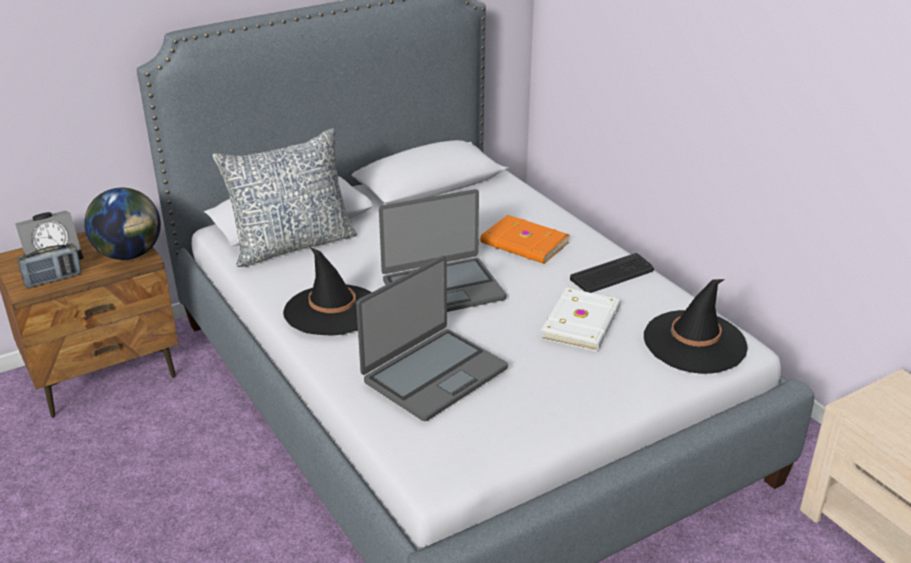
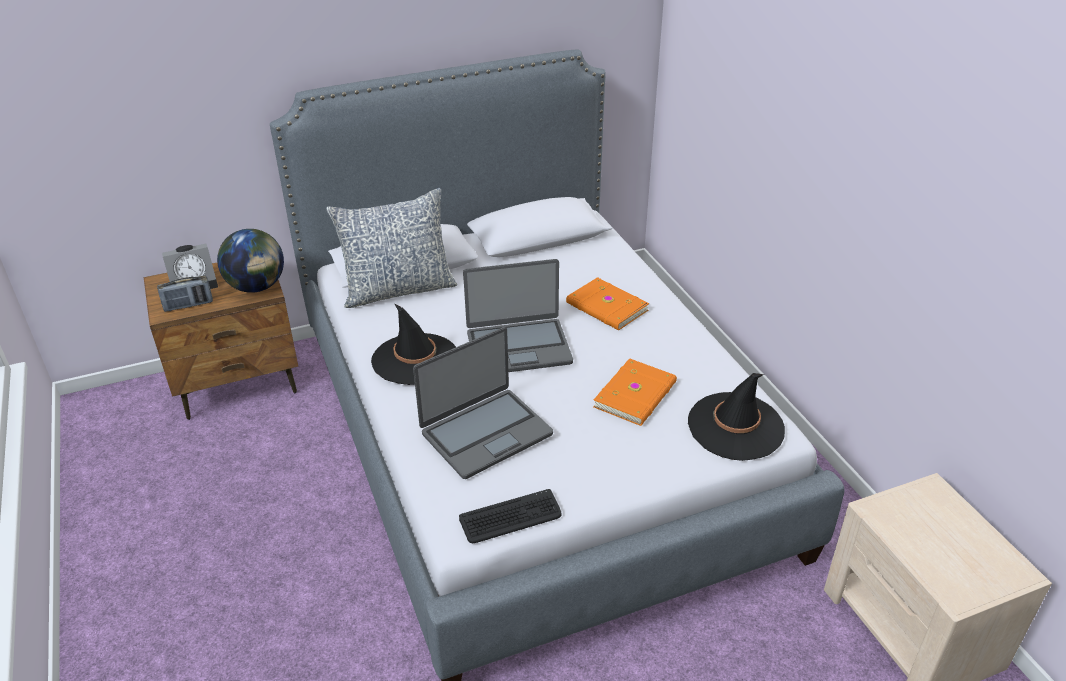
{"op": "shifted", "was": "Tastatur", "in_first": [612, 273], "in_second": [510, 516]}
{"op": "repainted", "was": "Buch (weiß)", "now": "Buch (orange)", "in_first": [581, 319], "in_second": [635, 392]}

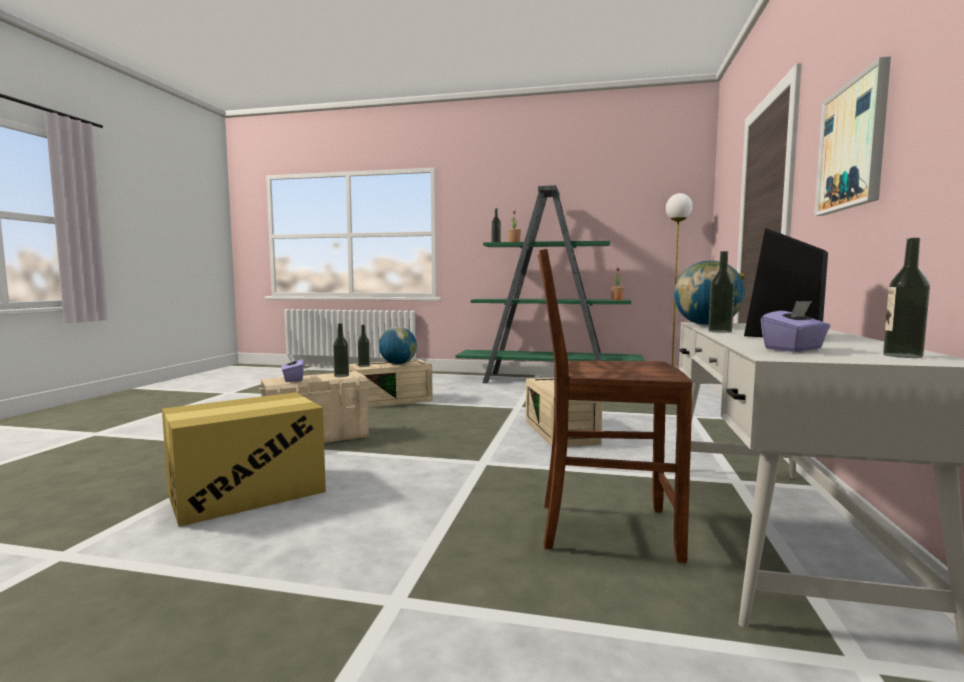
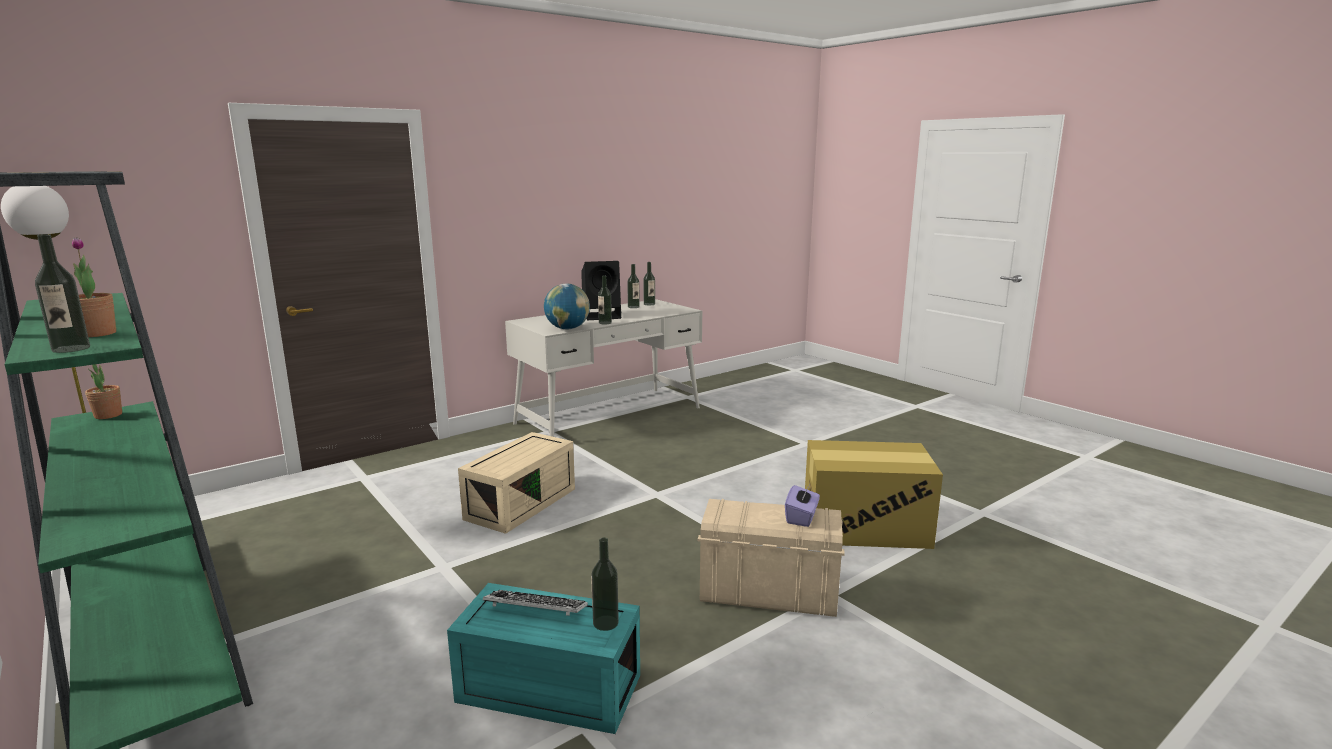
{"op": "gone", "was": "Stuhl (braun)", "in_first": [615, 406]}
{"op": "gone", "was": "Taschentuchbox (lila)", "in_first": [795, 326]}
{"op": "gone", "was": "Bild", "in_first": [852, 136]}
{"op": "shifted", "was": "Flasche", "in_first": [341, 350], "in_second": [633, 286]}
{"op": "swapped", "was": "Globus", "now": "Tastatur", "in_first": [398, 345], "in_second": [535, 603]}
{"op": "repainted", "was": "Aufbewahrungsbox (beige)", "now": "Aufbewahrungsbox (türkis)", "in_first": [391, 383], "in_second": [543, 658]}

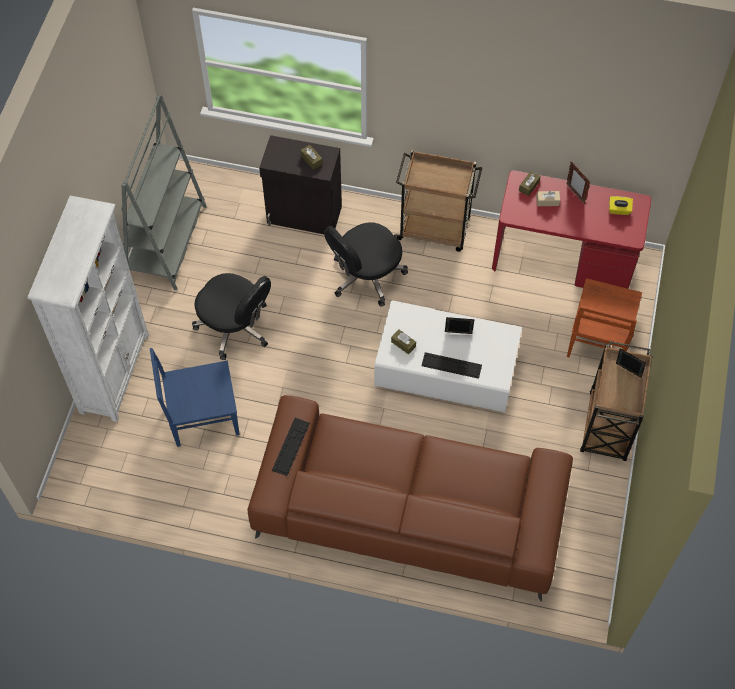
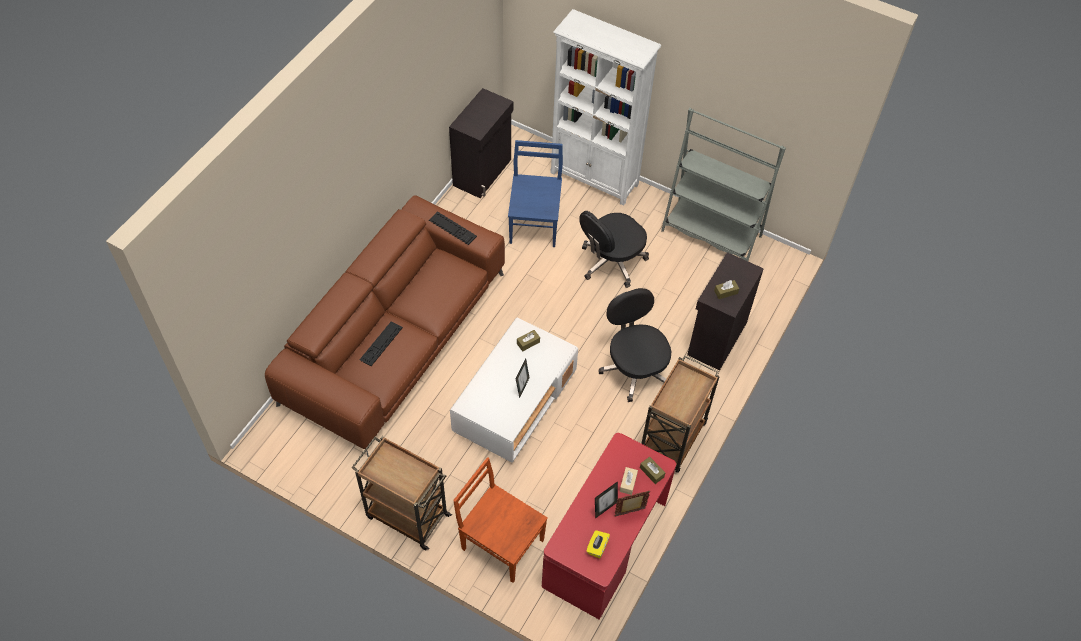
{"op": "new", "now": "Schrank (schwarz)", "in_second": [481, 143]}
{"op": "shifted", "was": "Tastatur", "in_first": [452, 365], "in_second": [381, 344]}
{"op": "shifted", "was": "Bilderrahmen", "in_first": [631, 363], "in_second": [606, 500]}

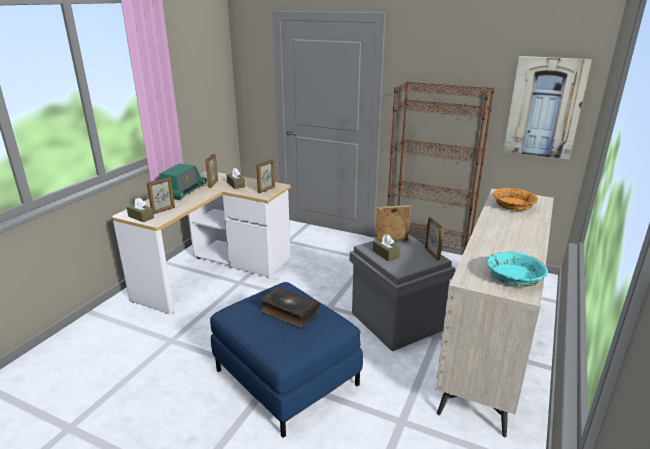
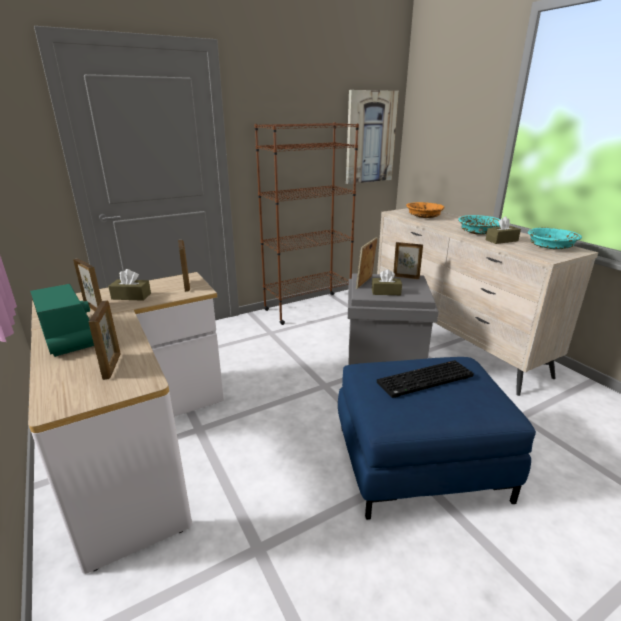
{"op": "new", "now": "Schüssel (türkis)", "in_second": [479, 225]}
{"op": "shifted", "was": "Taschentuchbox (braun)", "in_first": [140, 210], "in_second": [503, 230]}
{"op": "swapped", "was": "Buch", "now": "Tastatur", "in_first": [290, 307], "in_second": [425, 379]}

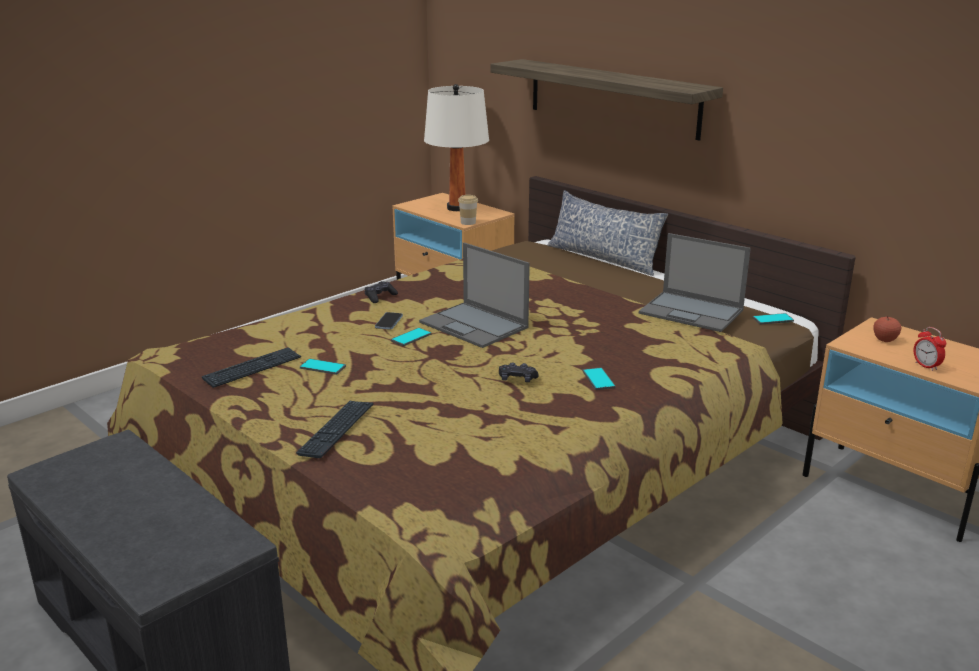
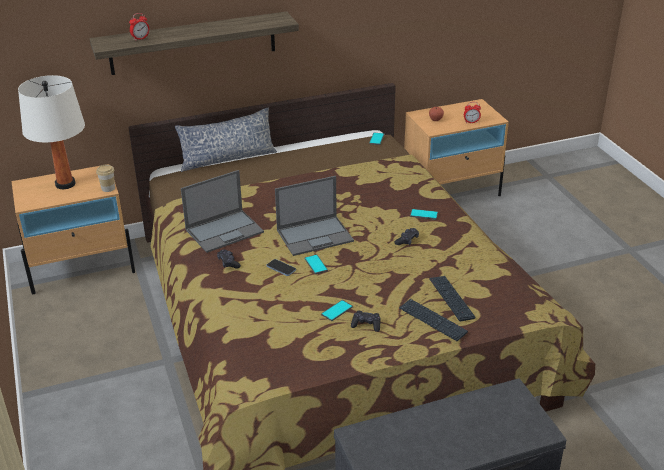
{"op": "new", "now": "Wecker", "in_second": [139, 27]}
{"op": "new", "now": "Gamepad (schwarz)", "in_second": [366, 321]}
{"op": "shifted", "was": "Tastatur", "in_first": [251, 367], "in_second": [452, 298]}
{"op": "shifted", "was": "Laptop", "in_first": [695, 282], "in_second": [222, 211]}

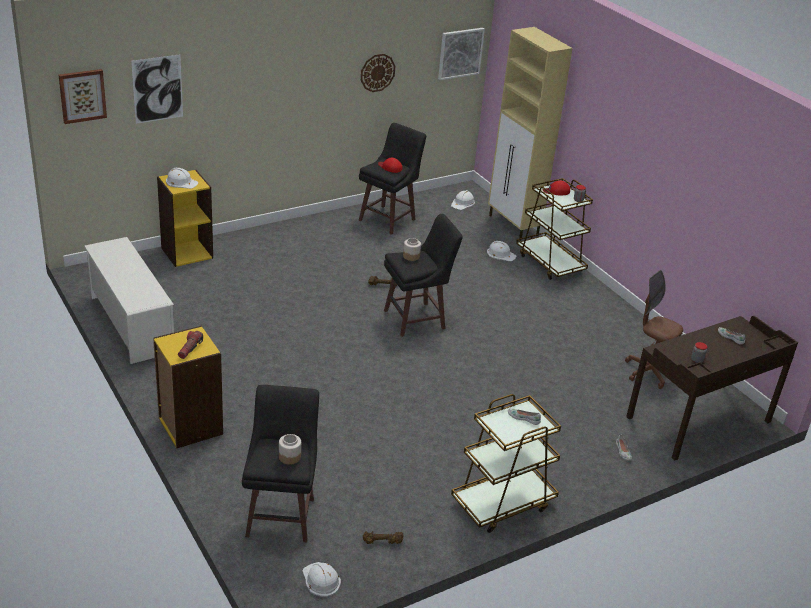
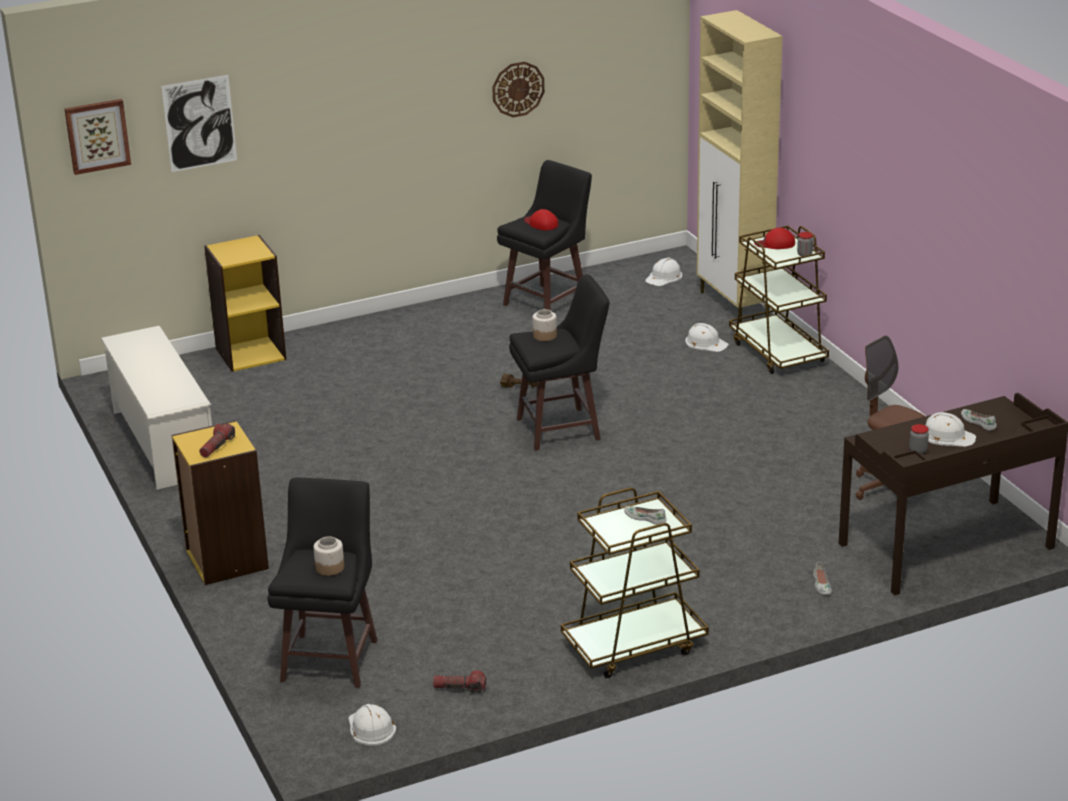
{"op": "gone", "was": "Bild", "in_first": [461, 54]}
{"op": "shifted", "was": "Schutzhelm (weiß)", "in_first": [182, 178], "in_second": [950, 429]}
{"op": "swapped", "was": "Hantel (braun)", "now": "Taschenlampe", "in_first": [383, 537], "in_second": [459, 681]}

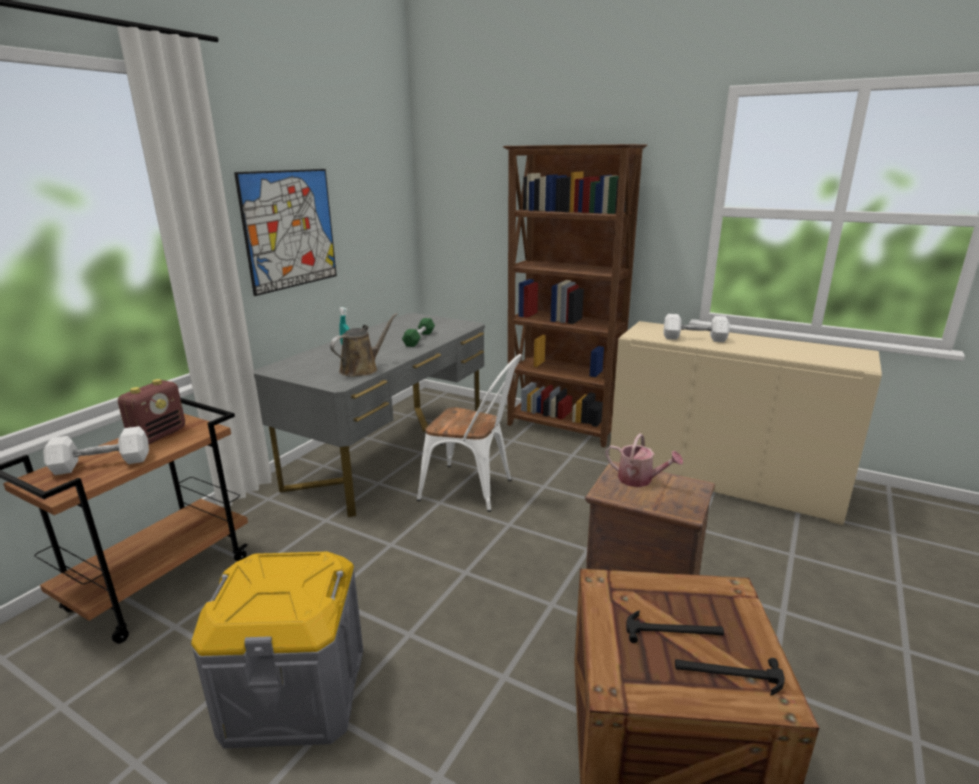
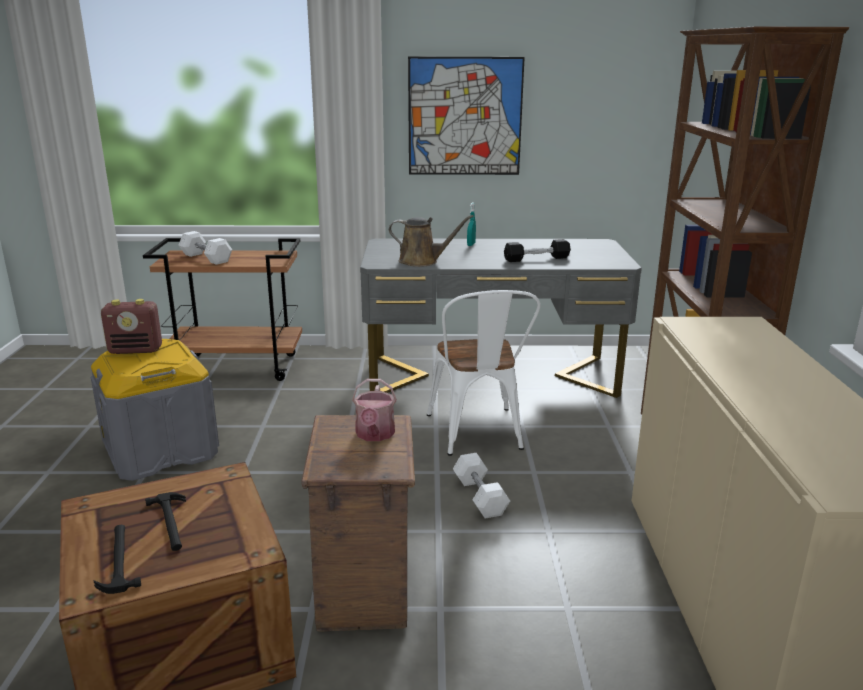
{"op": "shifted", "was": "Radio", "in_first": [151, 411], "in_second": [131, 326]}
{"op": "shifted", "was": "Hantel (weiß)", "in_first": [697, 328], "in_second": [481, 486]}
{"op": "repainted", "was": "Hantel (grün)", "now": "Hantel (schwarz)", "in_first": [418, 332], "in_second": [537, 250]}

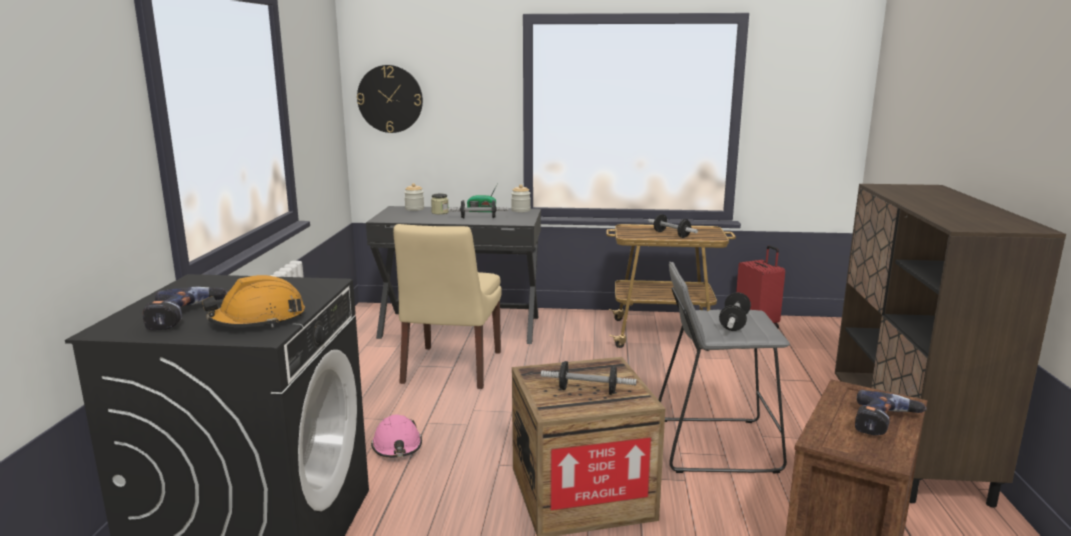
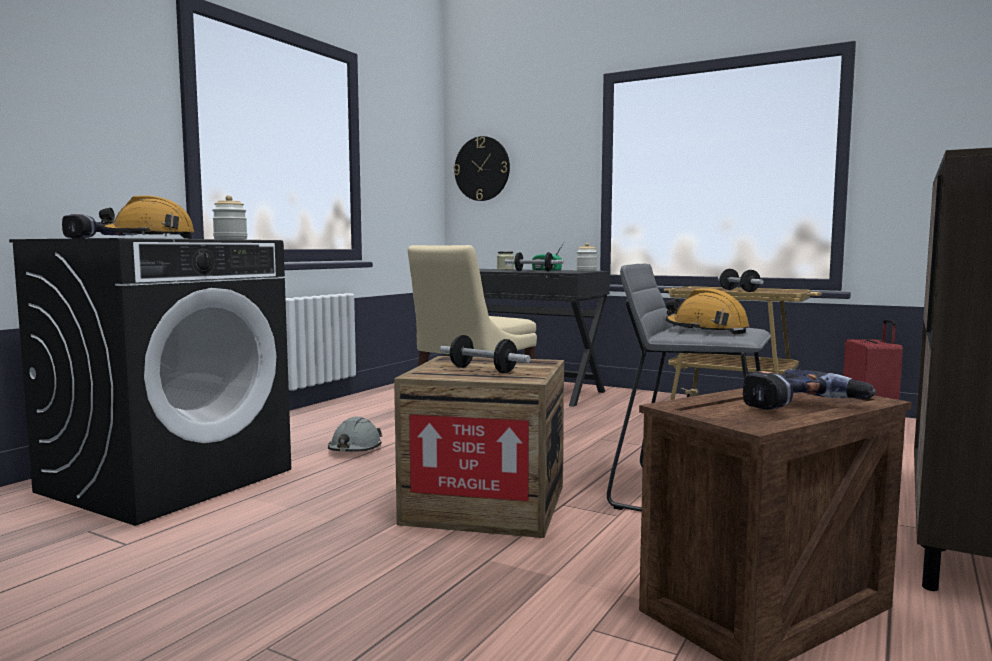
{"op": "shifted", "was": "Vorratsglas", "in_first": [414, 197], "in_second": [229, 217]}
{"op": "swapped", "was": "Hantel", "now": "Schutzhelm (orange)", "in_first": [735, 311], "in_second": [707, 311]}
{"op": "repainted", "was": "Schutzhelm (rosa)", "now": "Schutzhelm (grau)", "in_first": [396, 436], "in_second": [355, 434]}

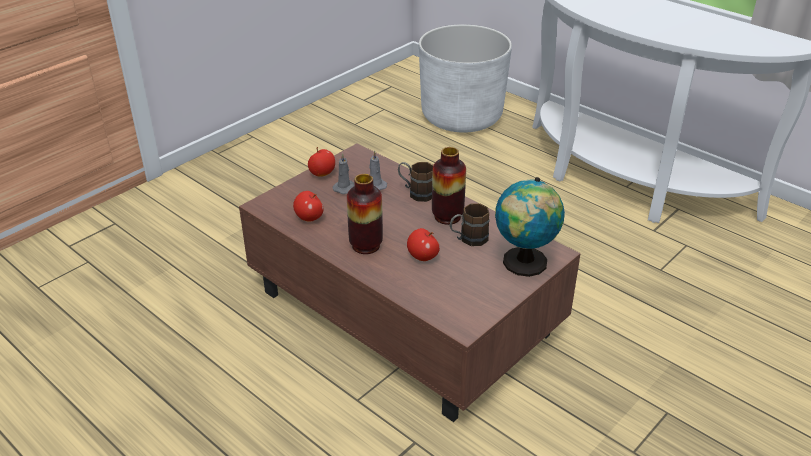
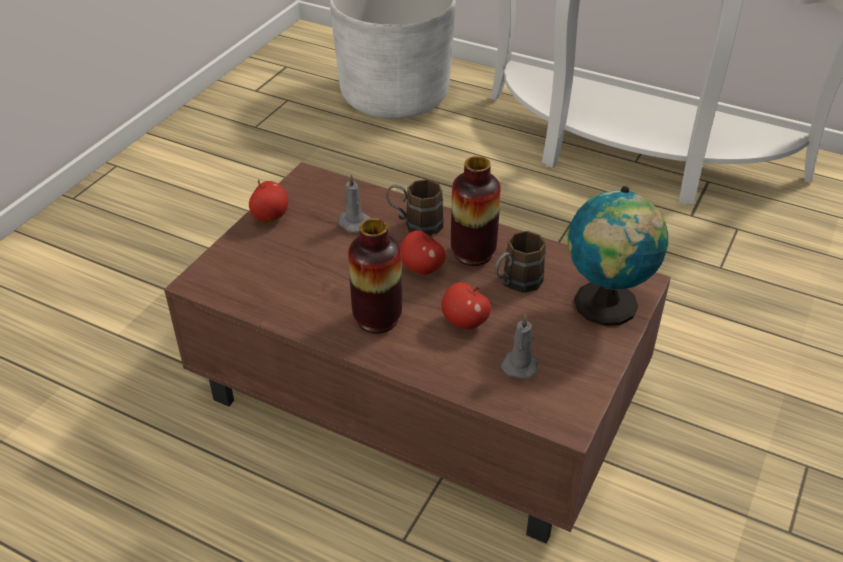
{"op": "shifted", "was": "Apfel", "in_first": [308, 206], "in_second": [423, 252]}
{"op": "shifted", "was": "Kerze (grau)", "in_first": [343, 173], "in_second": [519, 346]}

